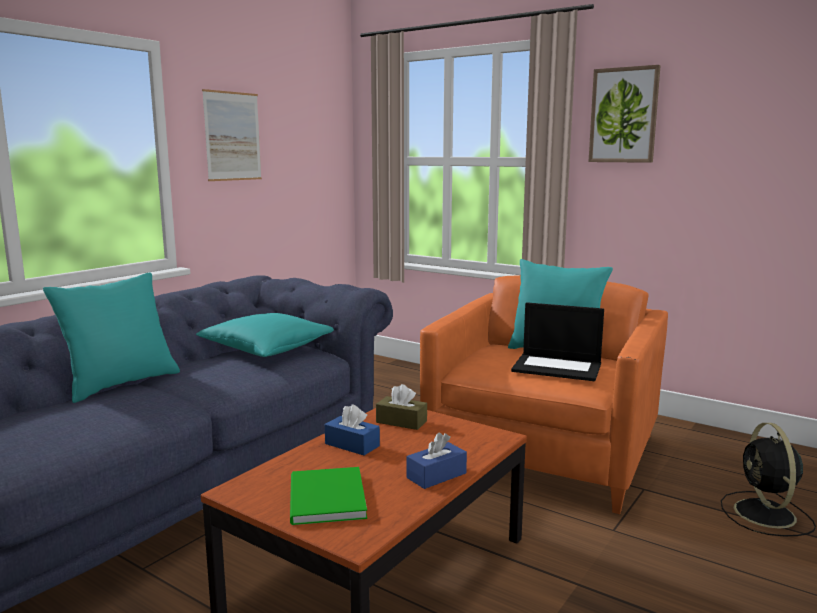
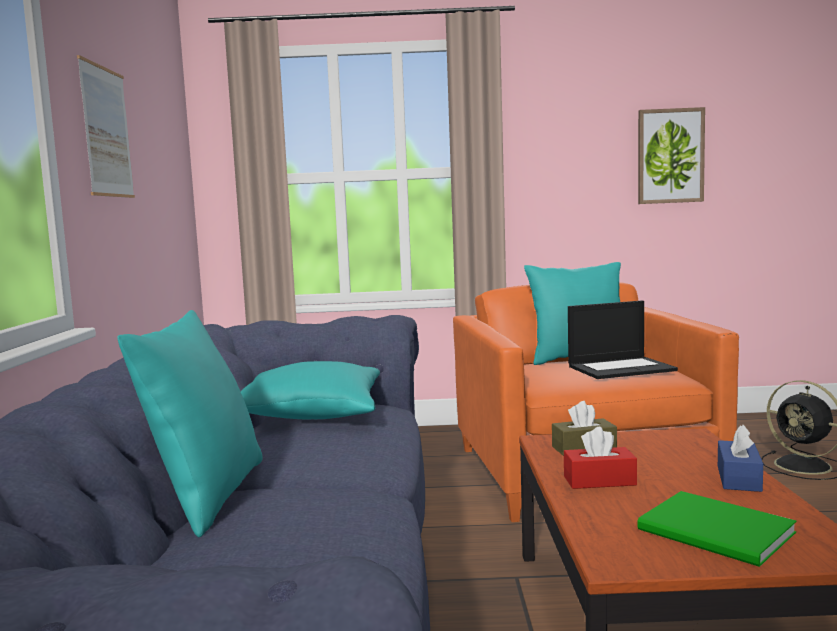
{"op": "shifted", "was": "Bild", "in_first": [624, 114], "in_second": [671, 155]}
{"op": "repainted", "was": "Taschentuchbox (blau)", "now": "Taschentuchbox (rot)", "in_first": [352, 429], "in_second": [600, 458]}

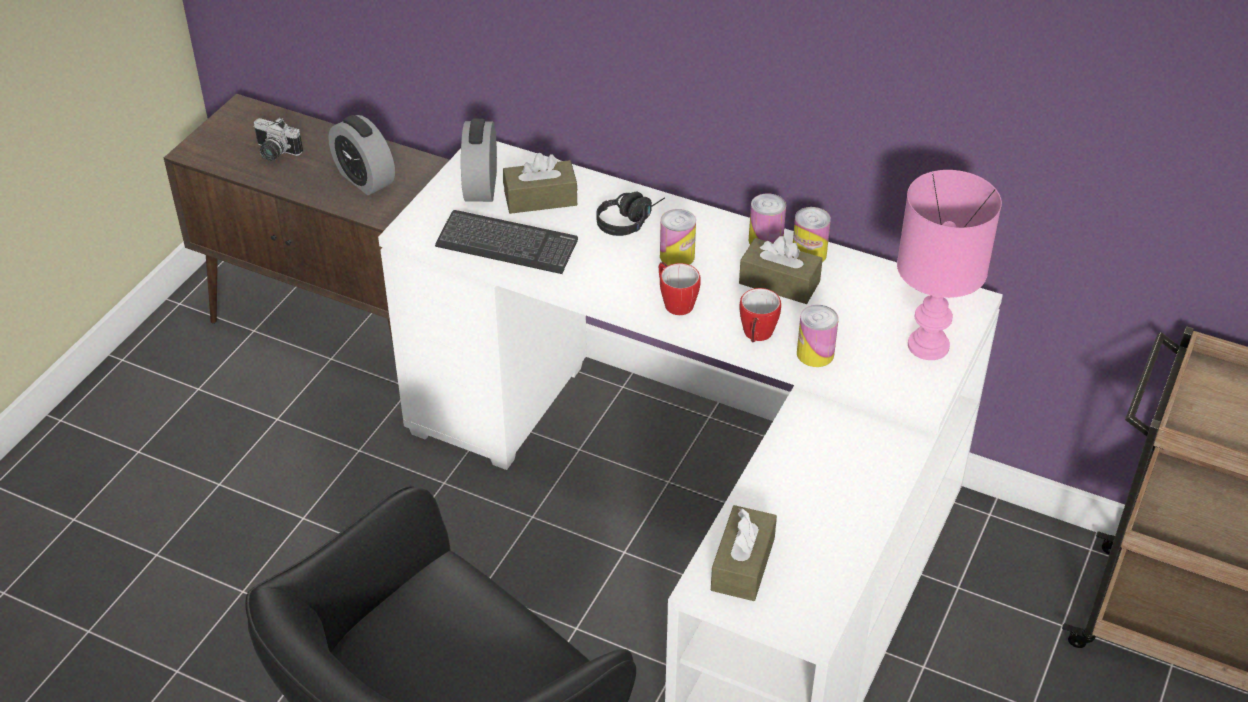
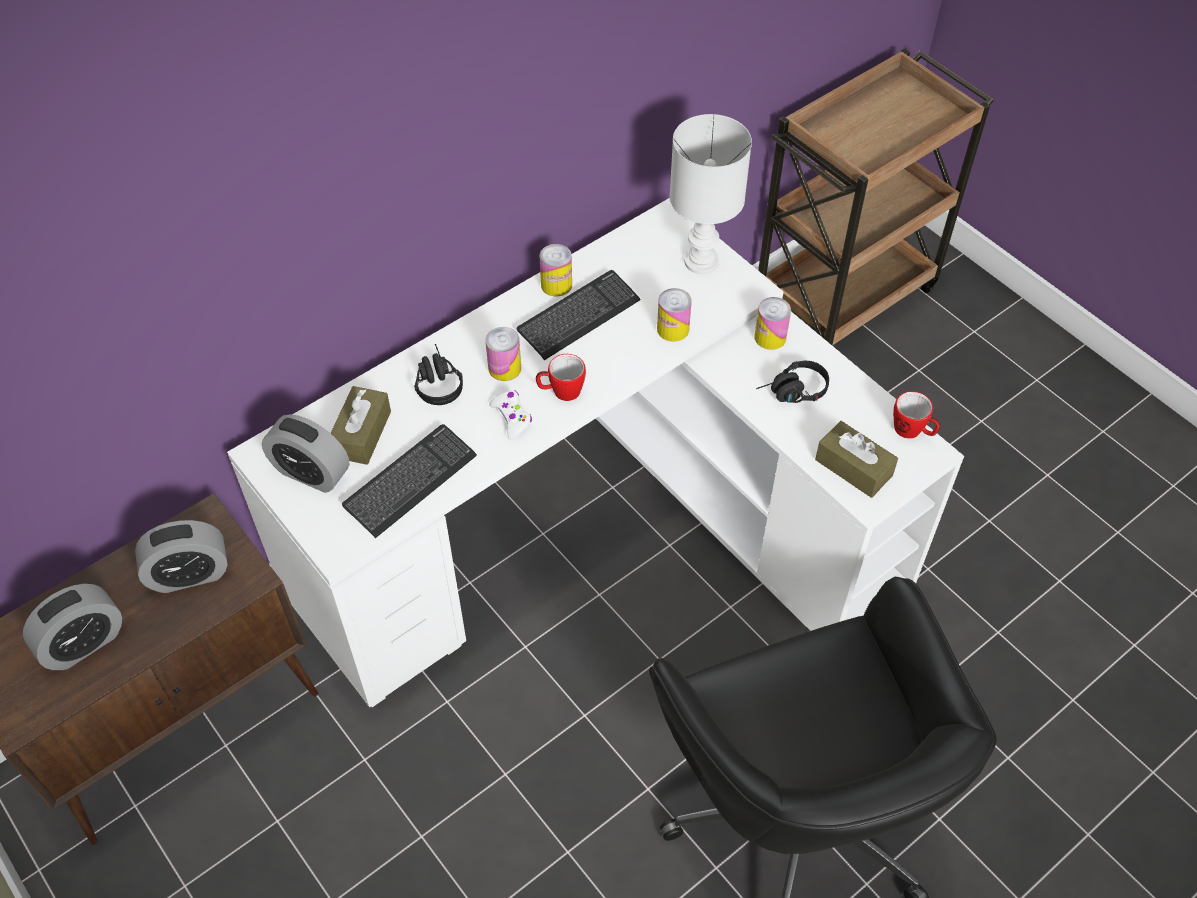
{"op": "new", "now": "Gamepad (weiß)", "in_second": [510, 415]}
{"op": "new", "now": "Kopfhörer (schwarz)", "in_second": [792, 382]}
{"op": "shifted", "was": "Henkelbecher", "in_first": [760, 315], "in_second": [916, 415]}
{"op": "shifted", "was": "Dose", "in_first": [767, 218], "in_second": [772, 323]}
{"op": "swapped", "was": "Kamera", "now": "Wecker", "in_first": [278, 139], "in_second": [72, 627]}
{"op": "swapped", "was": "Taschentuchbox (braun)", "now": "Tastatur", "in_first": [781, 270], "in_second": [578, 315]}
{"op": "repainted", "was": "Tischlampe (rosa)", "now": "Tischlampe (weiß)", "in_first": [949, 265], "in_second": [710, 194]}

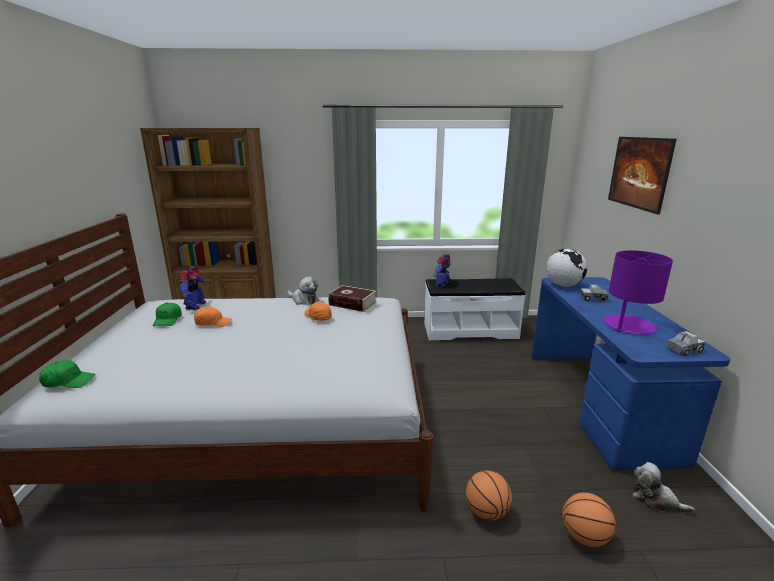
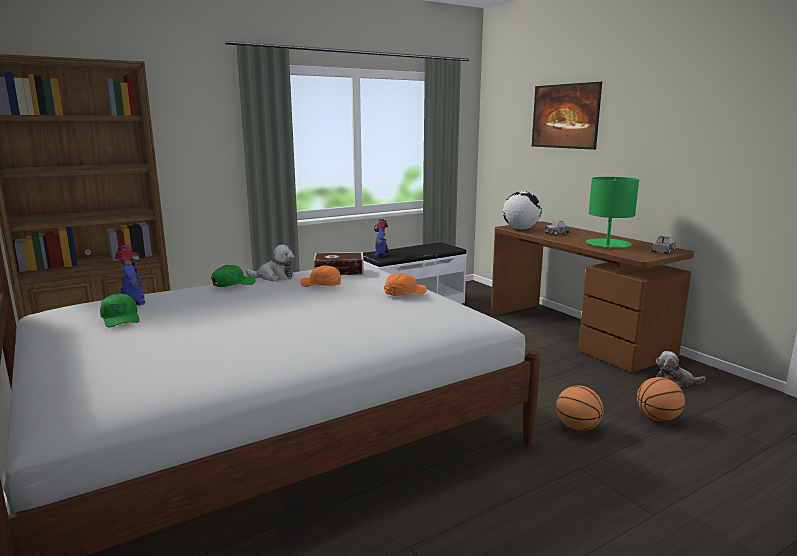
{"op": "shifted", "was": "Kappe (grün)", "in_first": [67, 374], "in_second": [233, 276]}
{"op": "shifted", "was": "Kappe (orange)", "in_first": [212, 317], "in_second": [405, 284]}
{"op": "repainted", "was": "Schreibtisch (blau)", "now": "Schreibtisch (braun)", "in_first": [630, 373], "in_second": [592, 296]}
{"op": "repainted", "was": "Tischlampe (lila)", "now": "Tischlampe (grün)", "in_first": [638, 292], "in_second": [612, 213]}

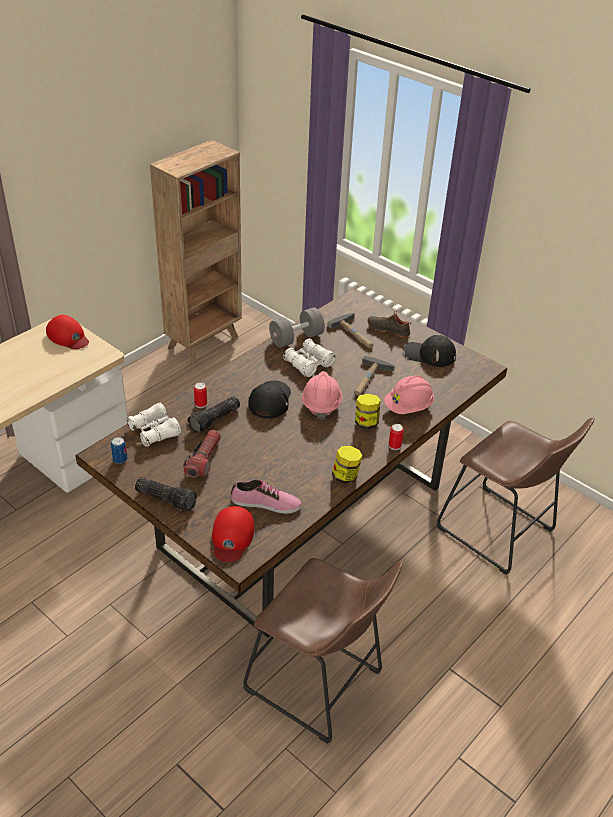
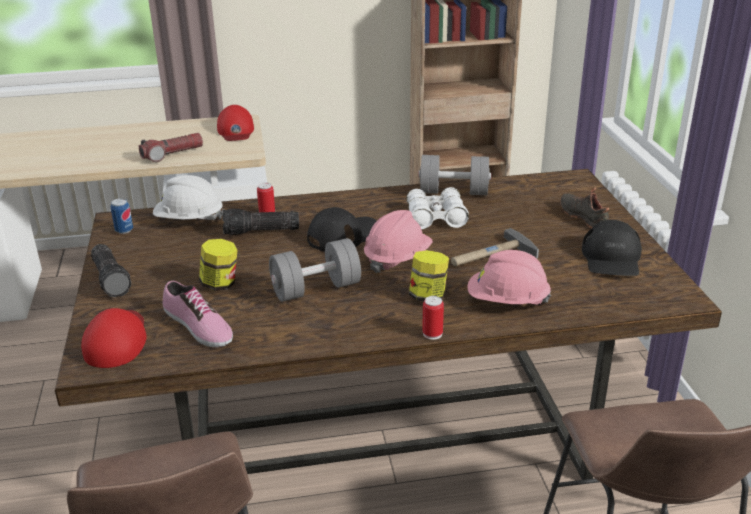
{"op": "gone", "was": "Hammer", "in_first": [350, 330]}
{"op": "new", "now": "Hantel (grau)", "in_second": [315, 270]}
{"op": "shifted", "was": "Taschenlampe", "in_first": [202, 454], "in_second": [171, 147]}
{"op": "shifted", "was": "Vorratsglas", "in_first": [347, 465], "in_second": [218, 265]}
{"op": "swapped", "was": "Fernglas (weiß)", "now": "Schutzhelm (weiß)", "in_first": [154, 425], "in_second": [188, 197]}
{"op": "rotated", "was": "Kappe (rot)", "in_first": [233, 534], "in_second": [114, 338], "clockwise": 135}
{"op": "rotated", "was": "Kappe (schwarz)", "in_first": [430, 351], "in_second": [612, 248], "clockwise": -135}

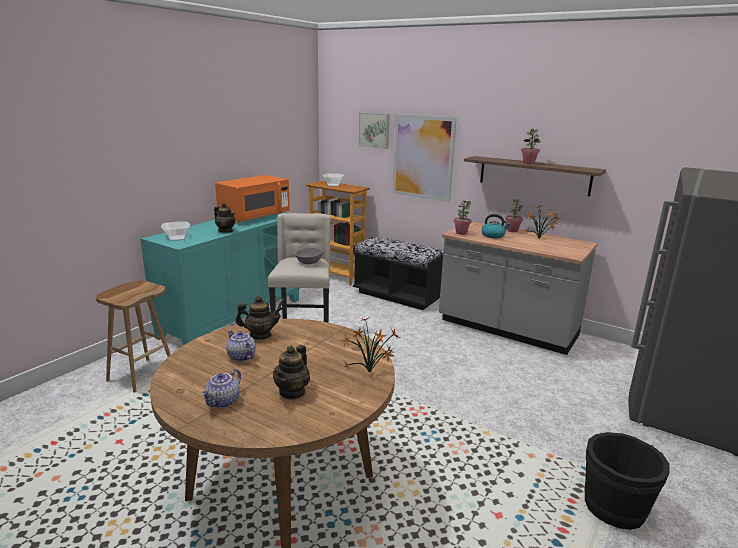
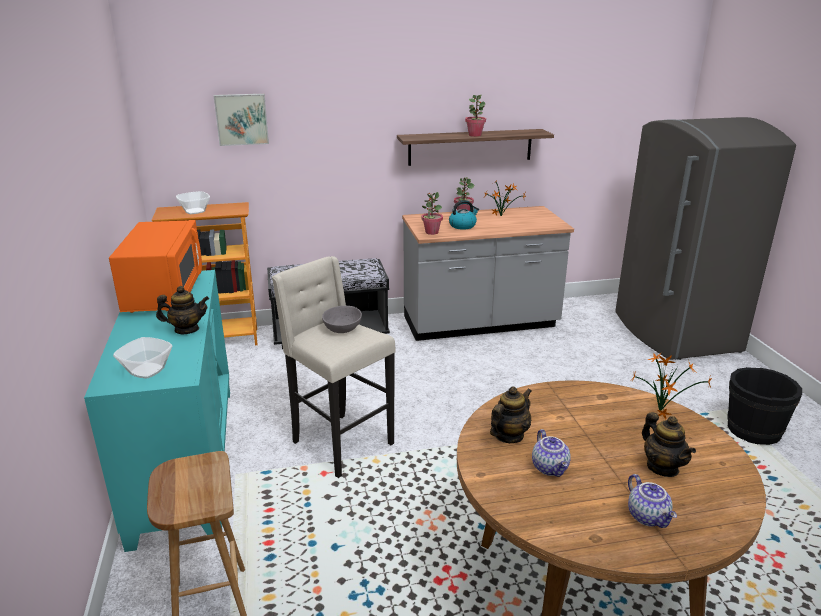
{"op": "gone", "was": "Bild", "in_first": [424, 158]}
{"op": "rotated", "was": "Teekanne", "in_first": [241, 346], "in_second": [551, 453], "clockwise": -105}

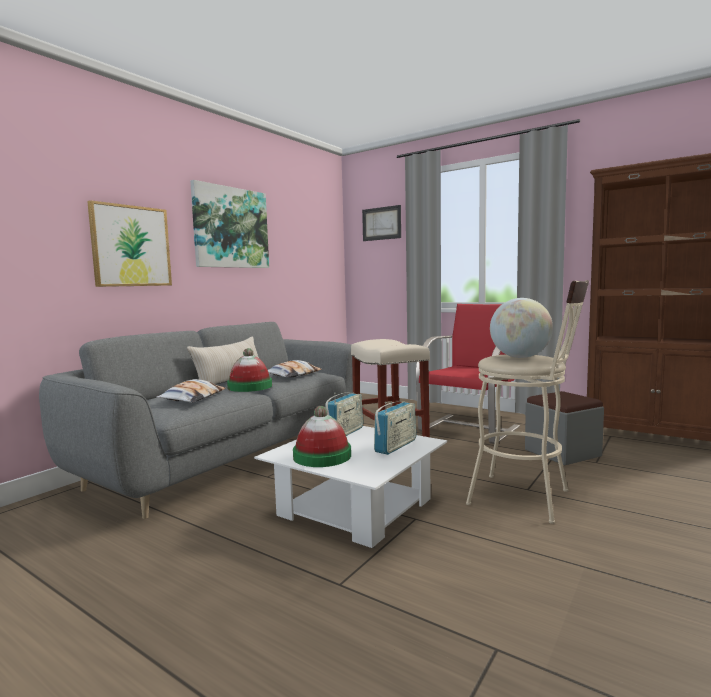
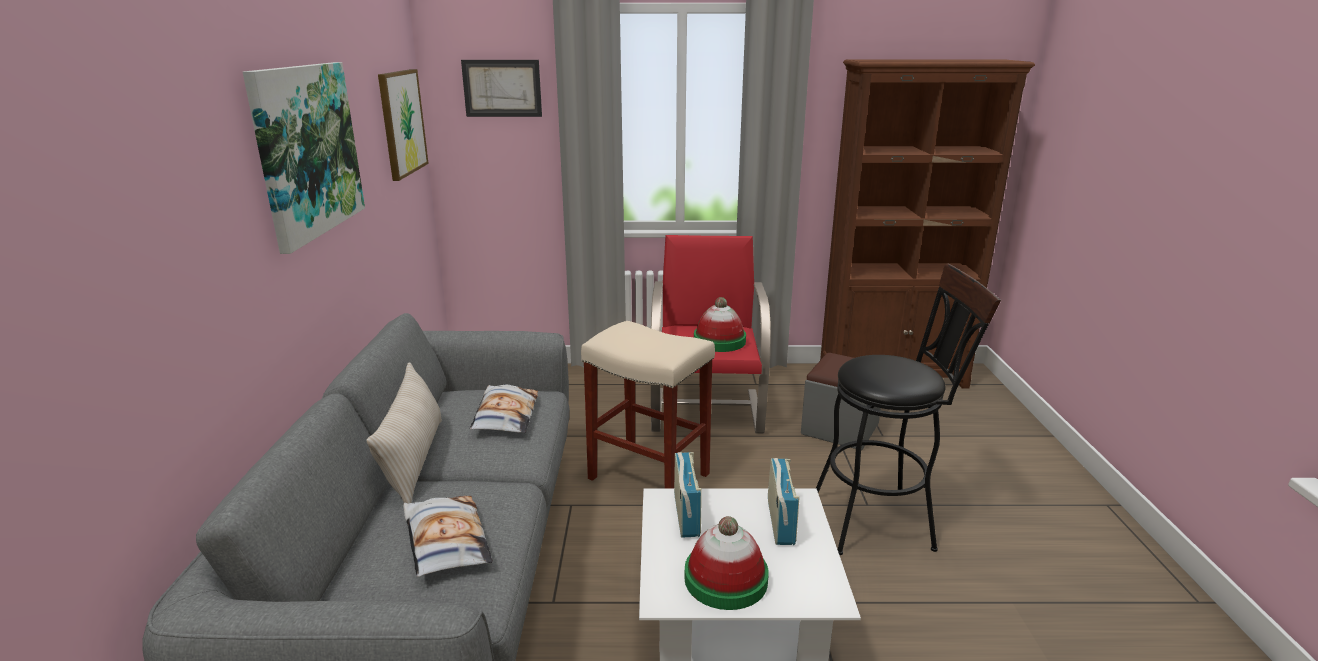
{"op": "gone", "was": "Globus", "in_first": [521, 328]}
{"op": "shifted", "was": "Bild", "in_first": [129, 243], "in_second": [403, 125]}
{"op": "shifted", "was": "Hut", "in_first": [249, 370], "in_second": [720, 324]}
{"op": "repainted", "was": "Hocker (beige)", "now": "Hocker (schwarz)", "in_first": [527, 402], "in_second": [908, 409]}

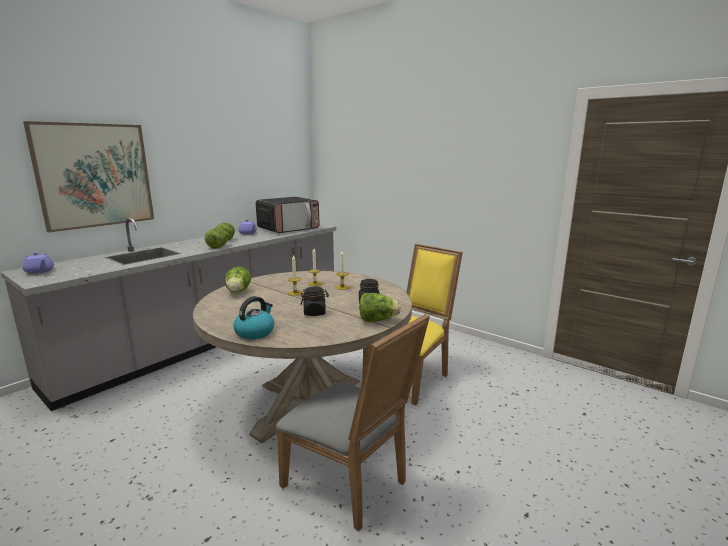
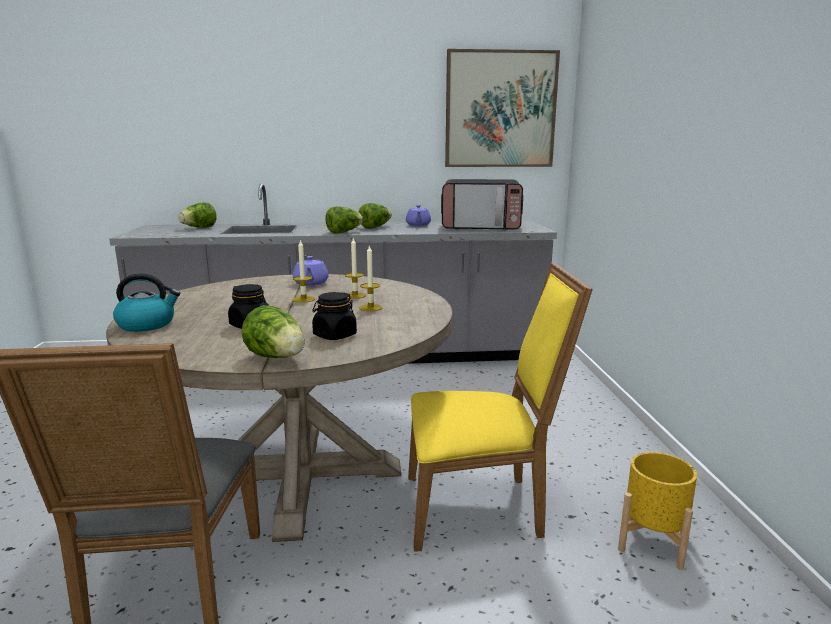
{"op": "new", "now": "Pflanzkübel (gelb)", "in_second": [657, 511]}
{"op": "shifted", "was": "Teekanne (lila)", "in_first": [38, 263], "in_second": [311, 271]}
{"op": "shifted", "was": "Bild", "in_first": [88, 177], "in_second": [502, 108]}
{"op": "shifted", "was": "Salatkopf", "in_first": [238, 279], "in_second": [197, 215]}

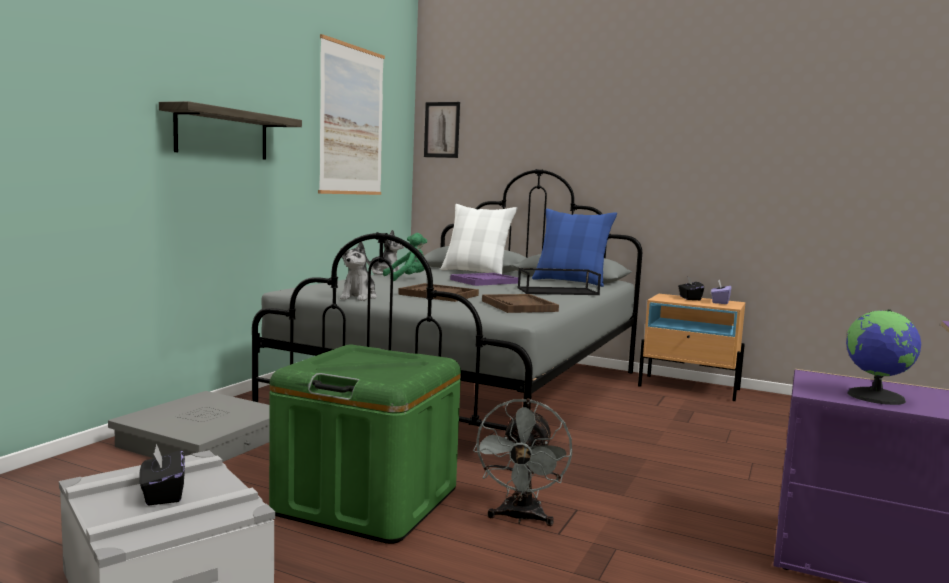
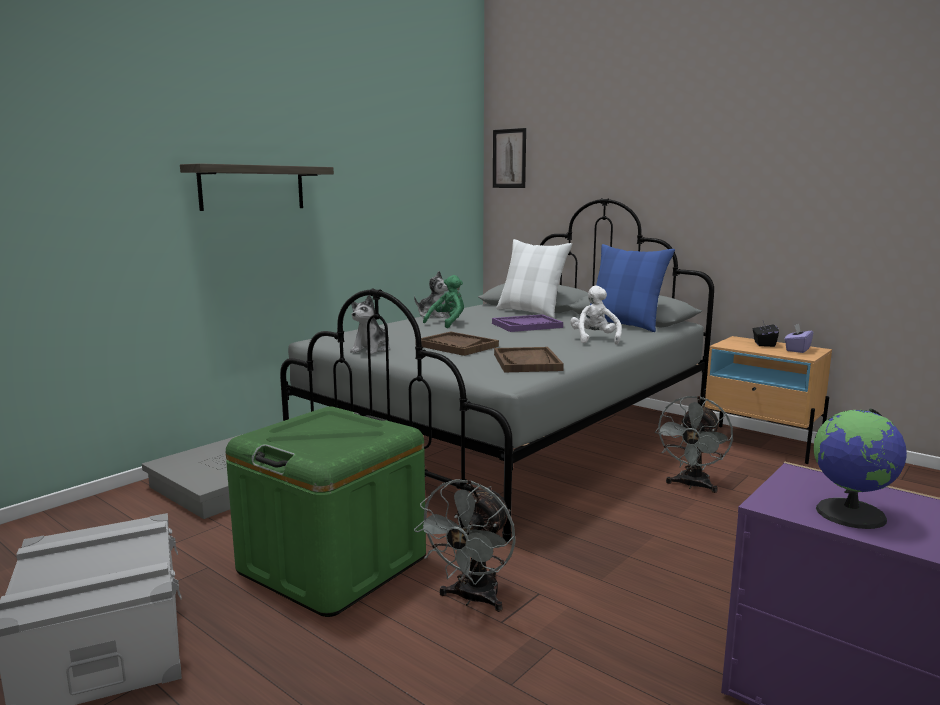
{"op": "gone", "was": "Taschentuchbox (schwarz)", "in_first": [162, 474]}
{"op": "gone", "was": "Bild", "in_first": [351, 114]}
{"op": "new", "now": "Ventilator (grau)", "in_second": [694, 444]}
{"op": "swapped", "was": "Tablett (schwarz)", "now": "Plüschtier (weiß)", "in_first": [559, 281], "in_second": [596, 315]}
{"op": "rotated", "was": "Plüschtier (grün)", "in_first": [405, 257], "in_second": [443, 301], "clockwise": -45}

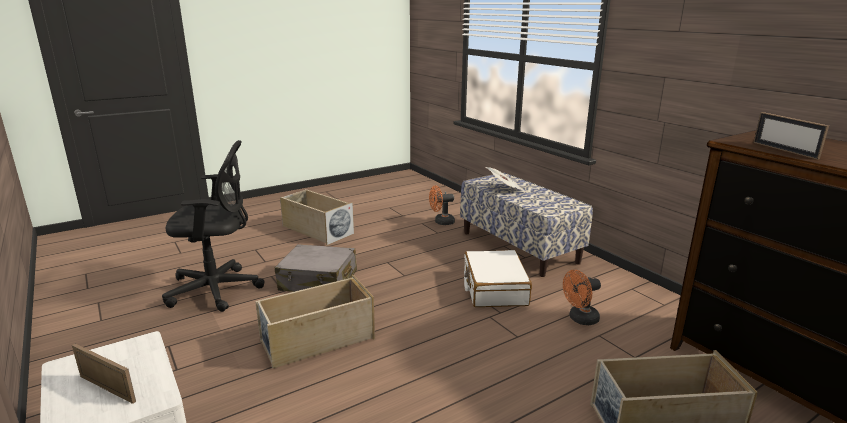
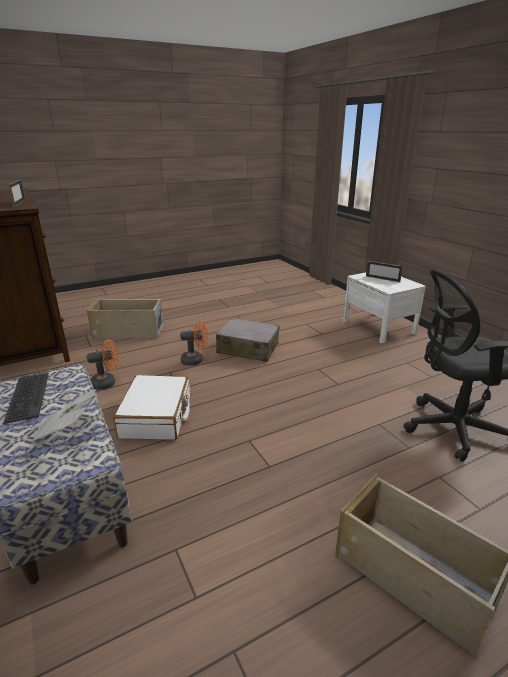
{"op": "gone", "was": "Aufbewahrungsbox (beige)", "in_first": [315, 321]}
{"op": "new", "now": "Tastatur", "in_second": [26, 398]}
{"op": "shifted", "was": "Koffer (grau)", "in_first": [316, 268], "in_second": [248, 340]}
{"op": "shifted", "was": "Ventilator (orange)", "in_first": [442, 205], "in_second": [194, 343]}

